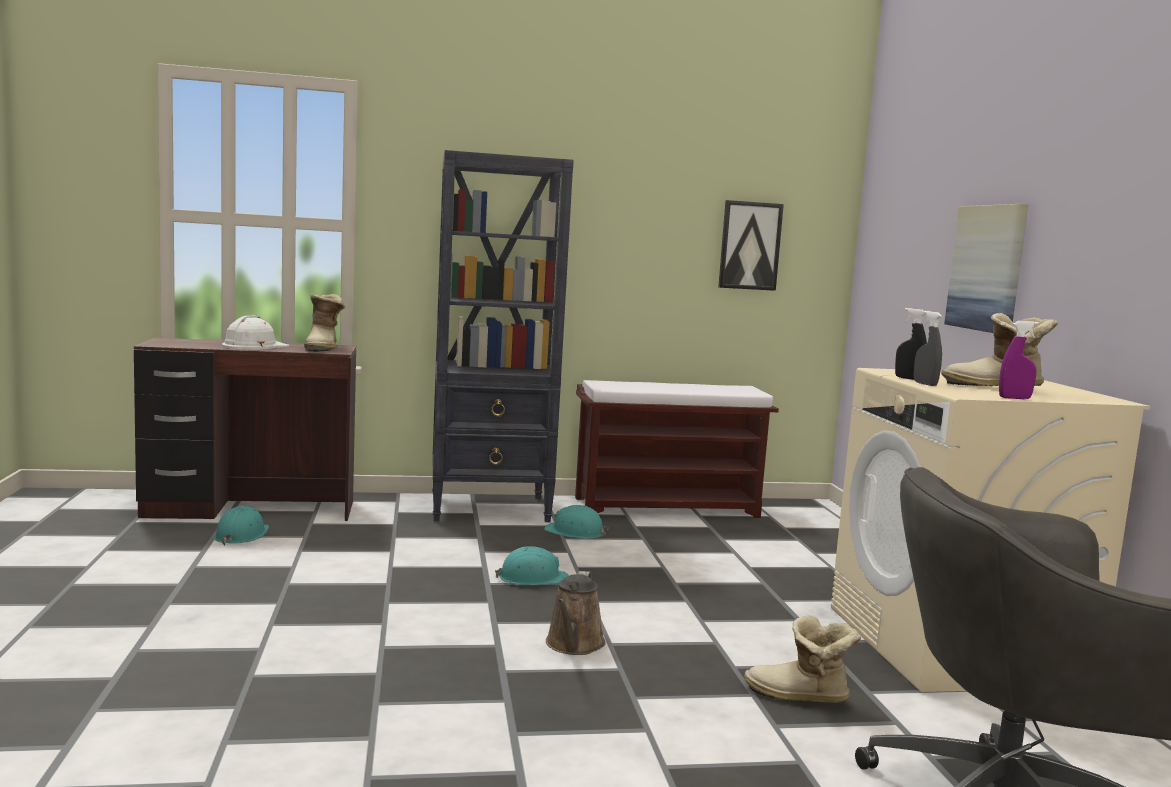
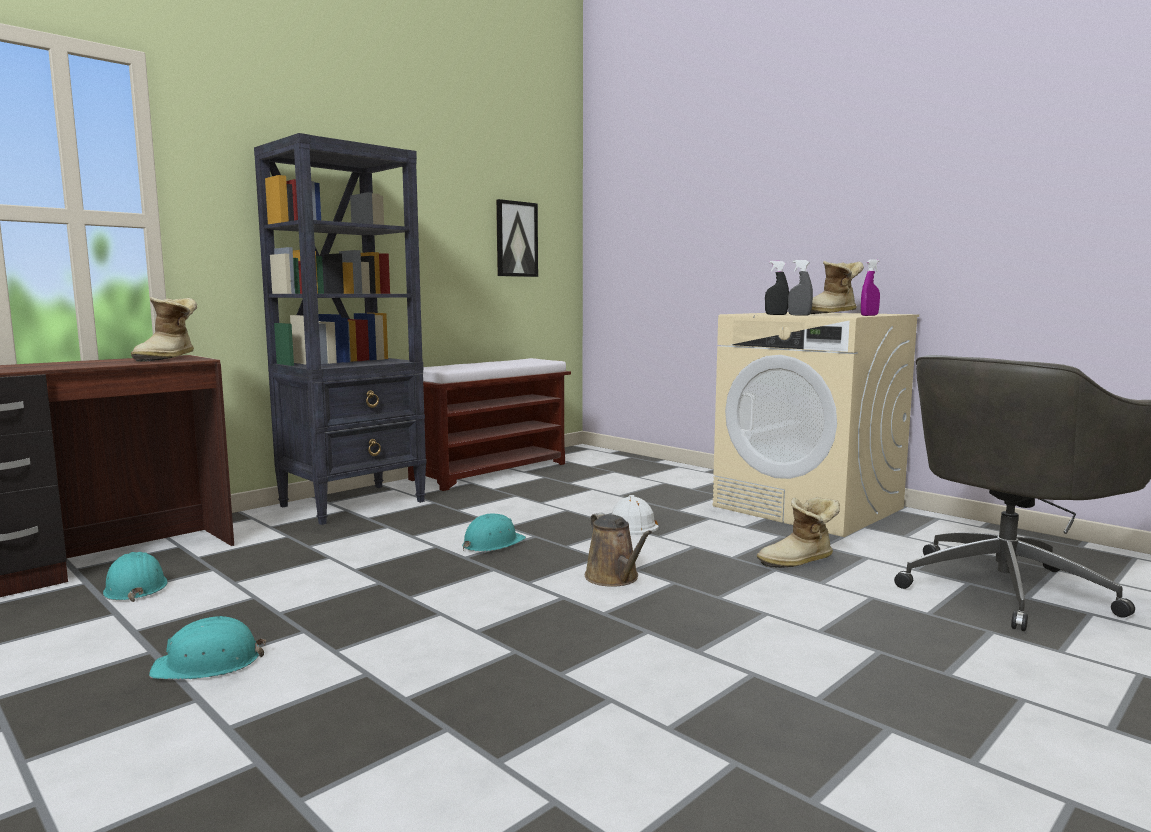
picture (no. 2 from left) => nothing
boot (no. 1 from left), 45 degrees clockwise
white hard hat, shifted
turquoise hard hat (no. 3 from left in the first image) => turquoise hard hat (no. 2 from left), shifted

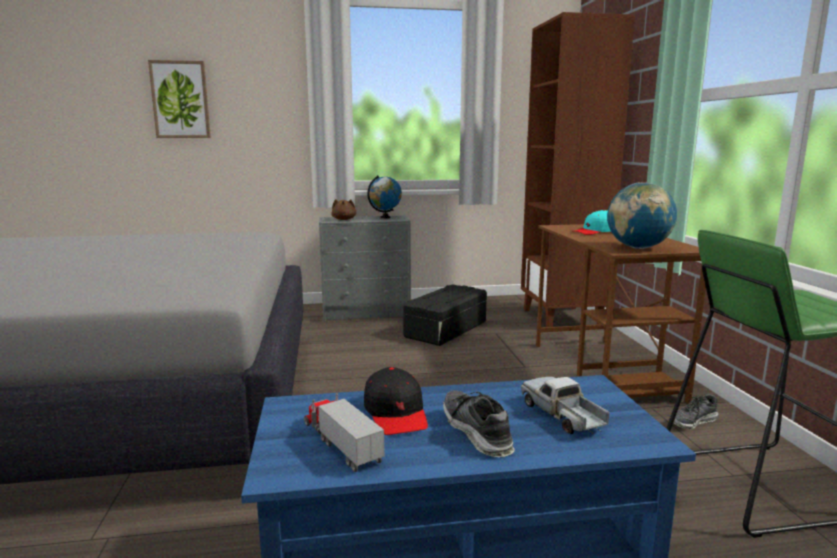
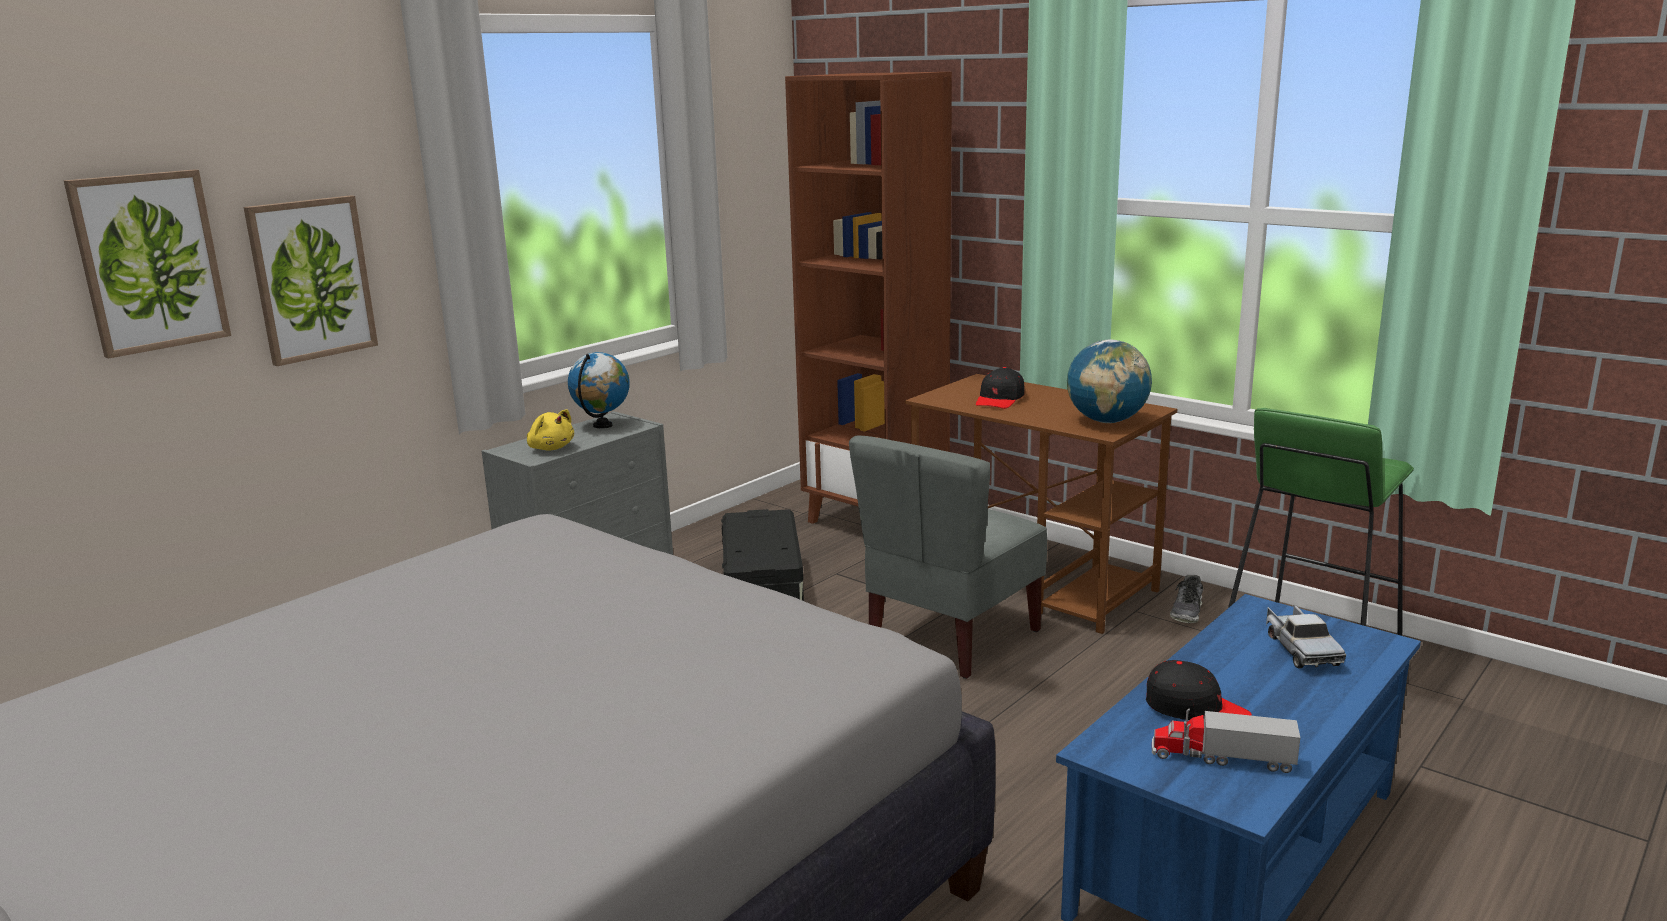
brown plush toy => yellow plush toy
turquoise cap => black cap (no. 1 from left)
toy truck (no. 2 from left), 120 degrees counterclockwise
shoe (no. 1 from left) => nothing
nothing => picture (no. 2 from left)
nothing => grey chair

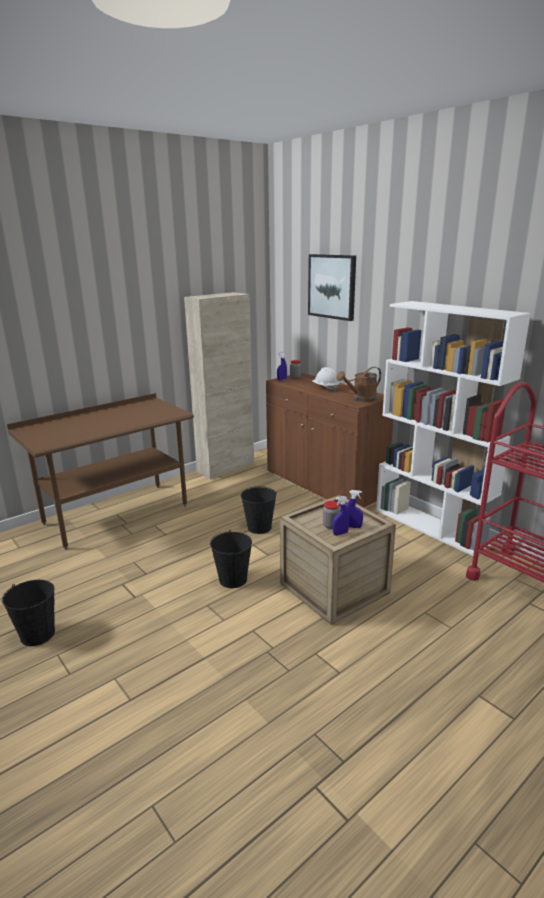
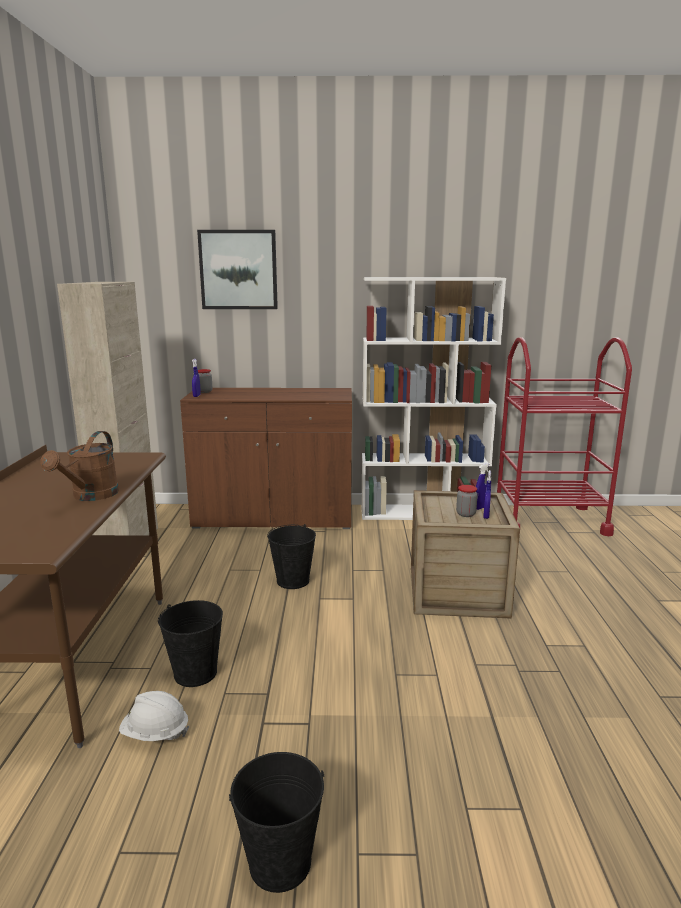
white hard hat, shifted
brown watering can, shifted
black bucket (no. 2 from left in the first image) => black bucket (no. 1 from left), shifted

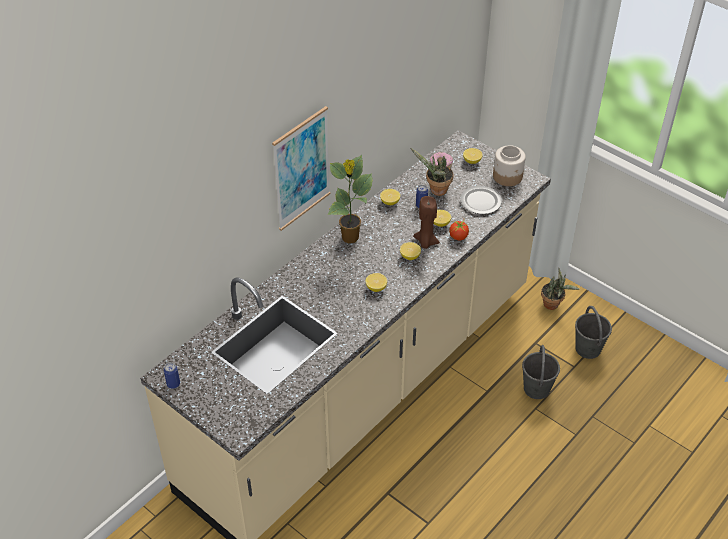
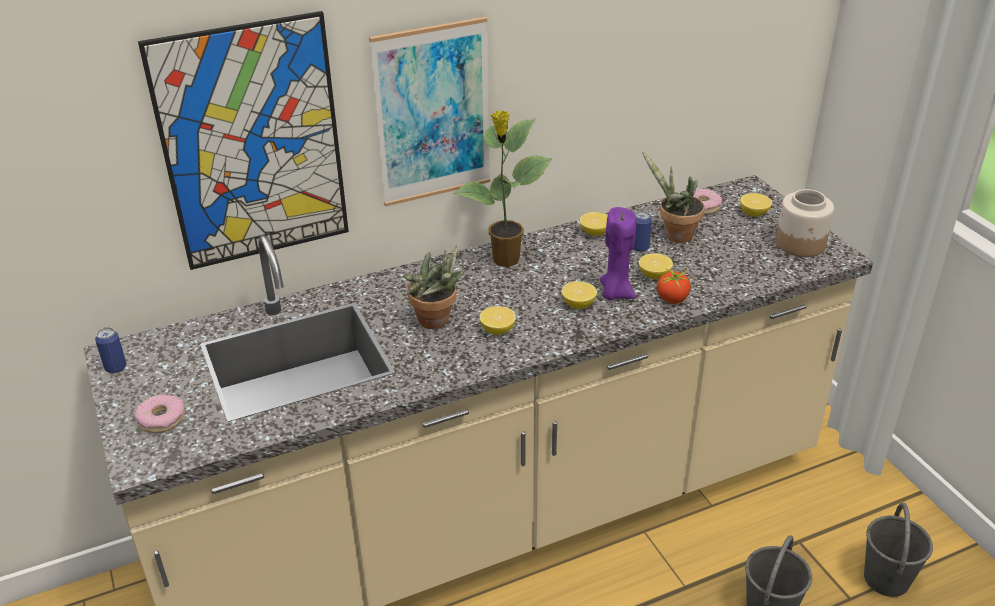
plate => nothing
brown candle => purple candle
potted plant (no. 3 from left in the first image) => potted plant (no. 1 from left), shifted
nothing => picture (no. 1 from left)
nothing => donut (no. 1 from left)

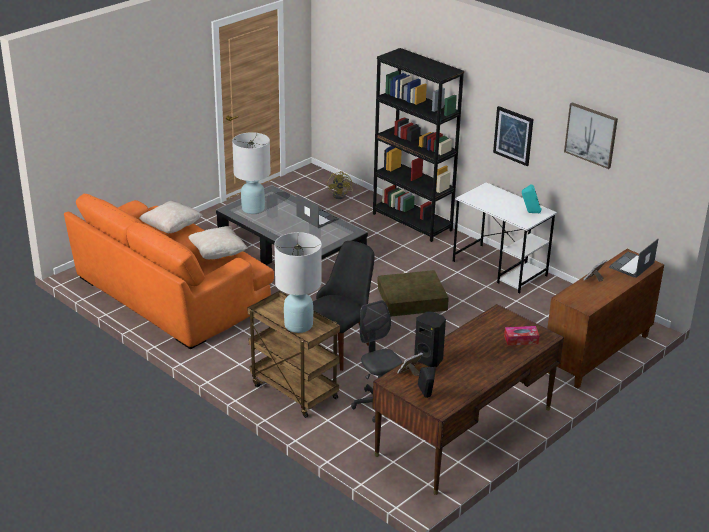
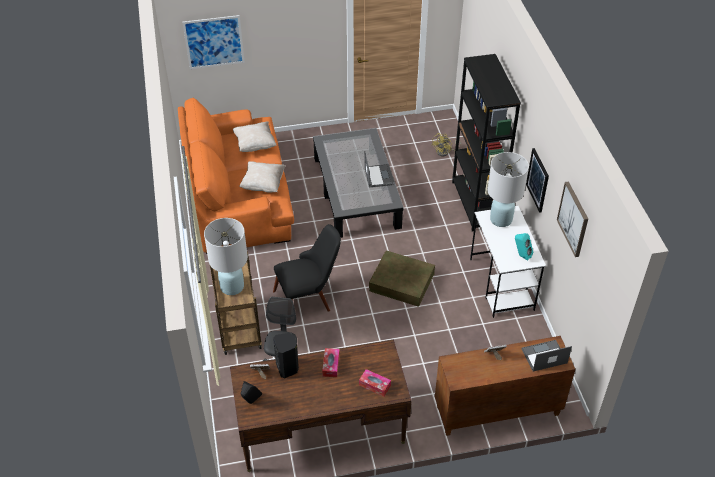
white table lamp (no. 1 from left in the first image) => white table lamp (no. 2 from left), shifted
nothing => picture (no. 1 from left)
nothing => tissue box (no. 1 from left)

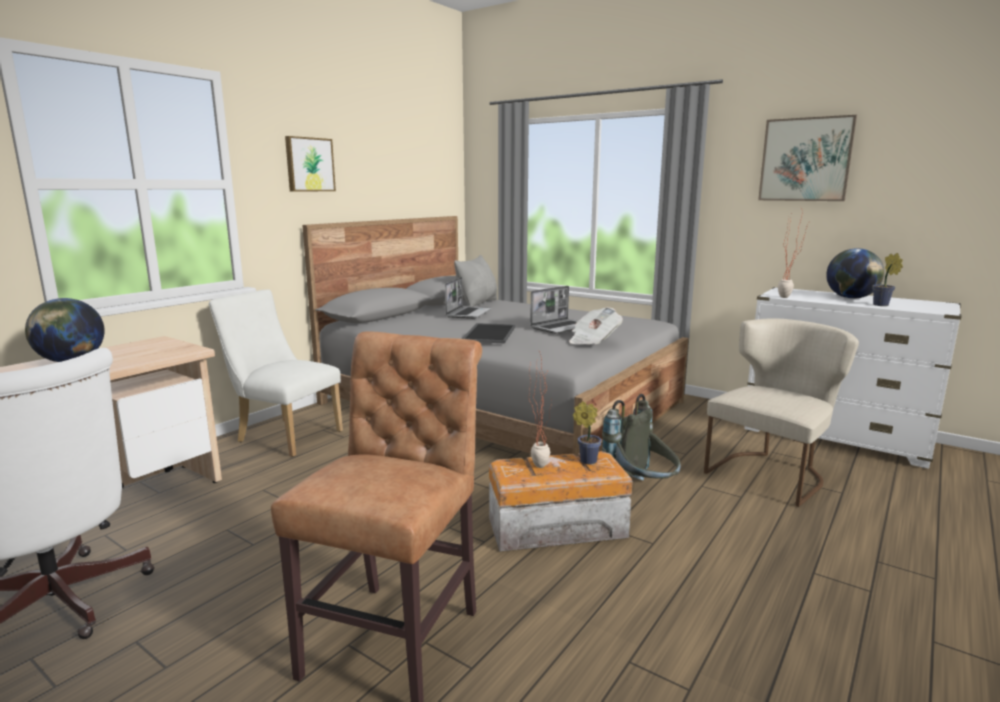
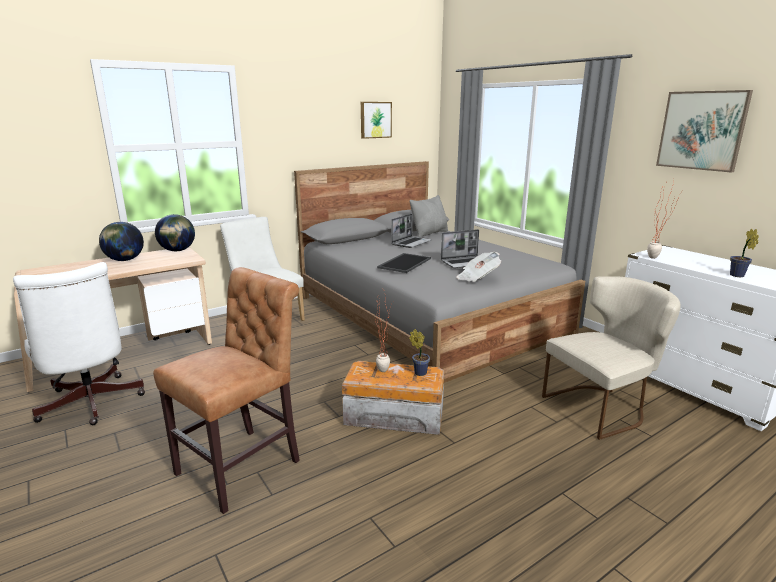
picture (no. 1 from left), shifted
globe (no. 2 from left), shifted
grey backpack => nothing

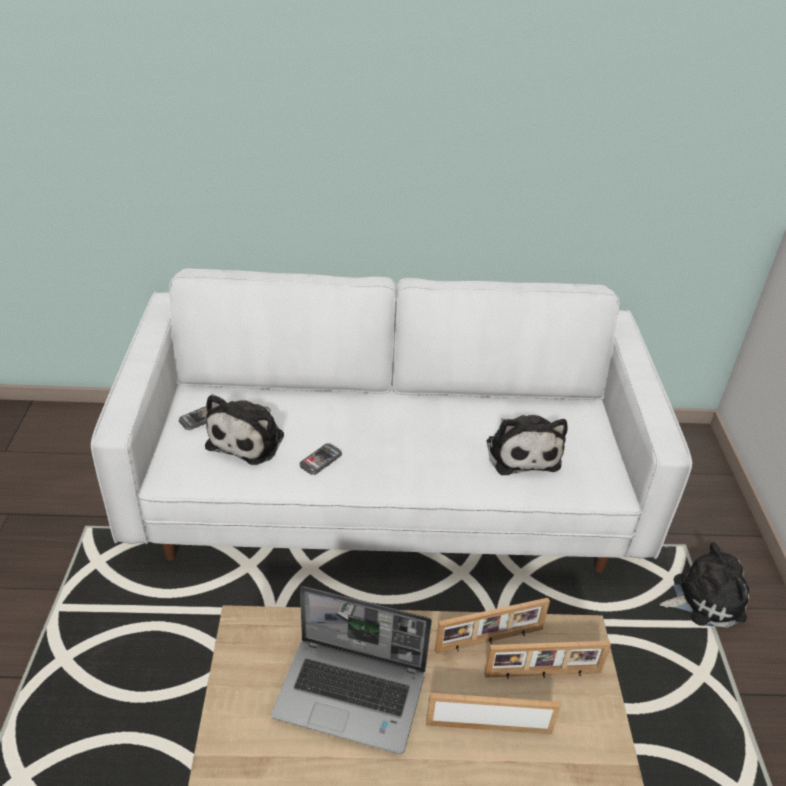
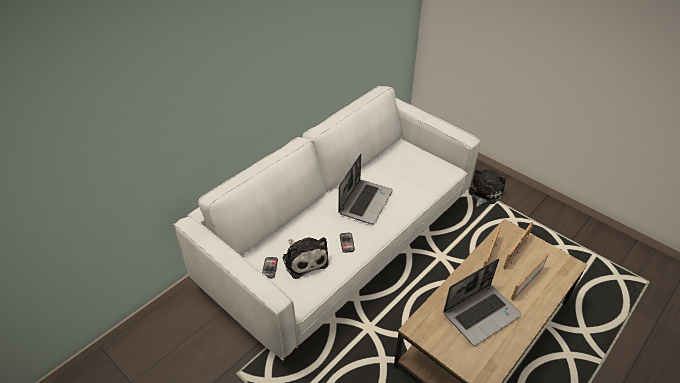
plush toy (no. 2 from left) => nothing
nothing => laptop (no. 1 from left)

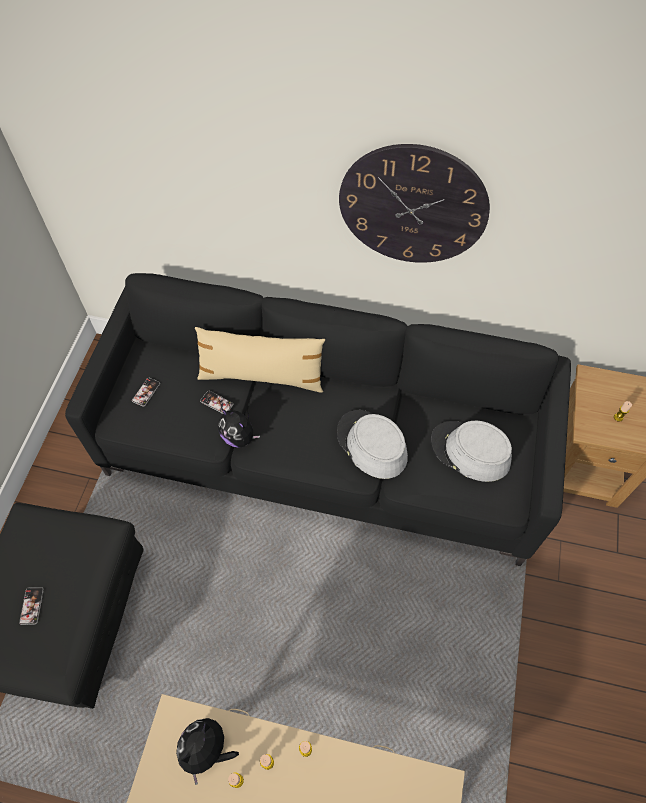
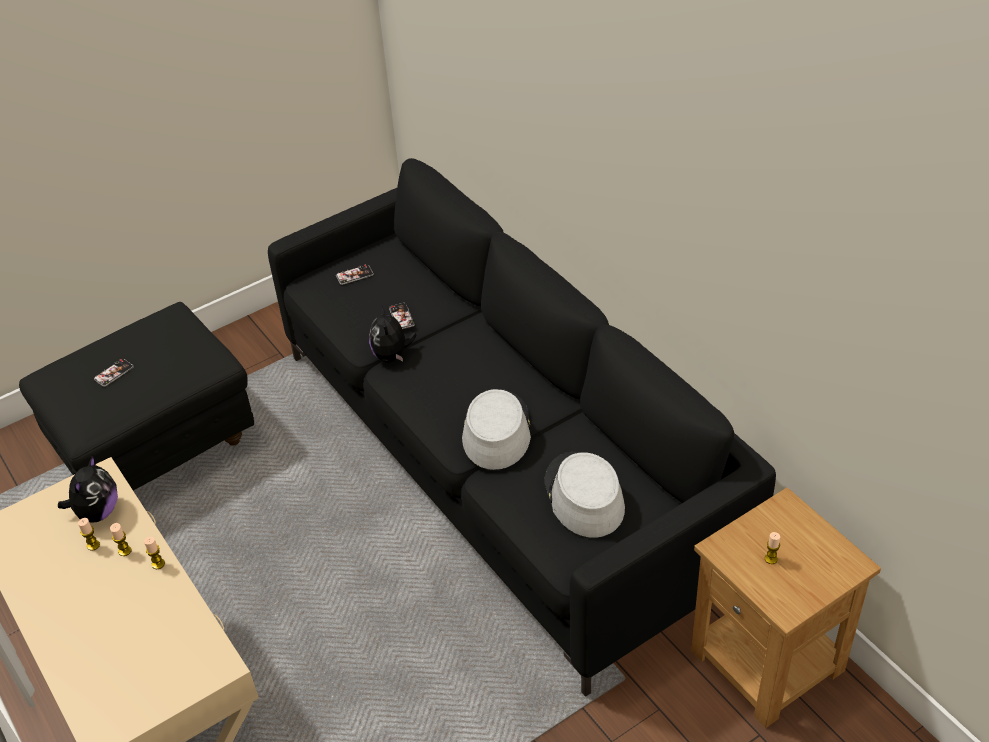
wall clock => nothing
beige pillow => nothing
plush toy (no. 1 from left), 120 degrees clockwise

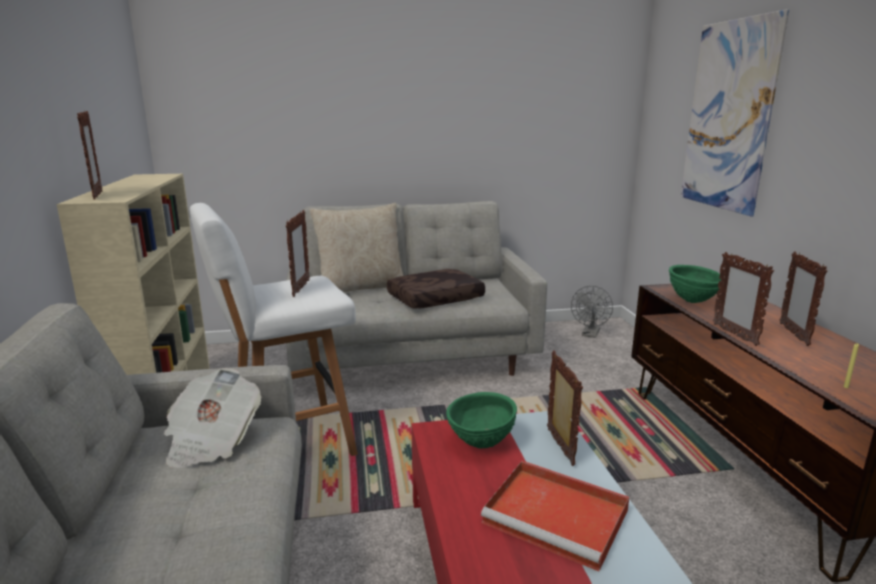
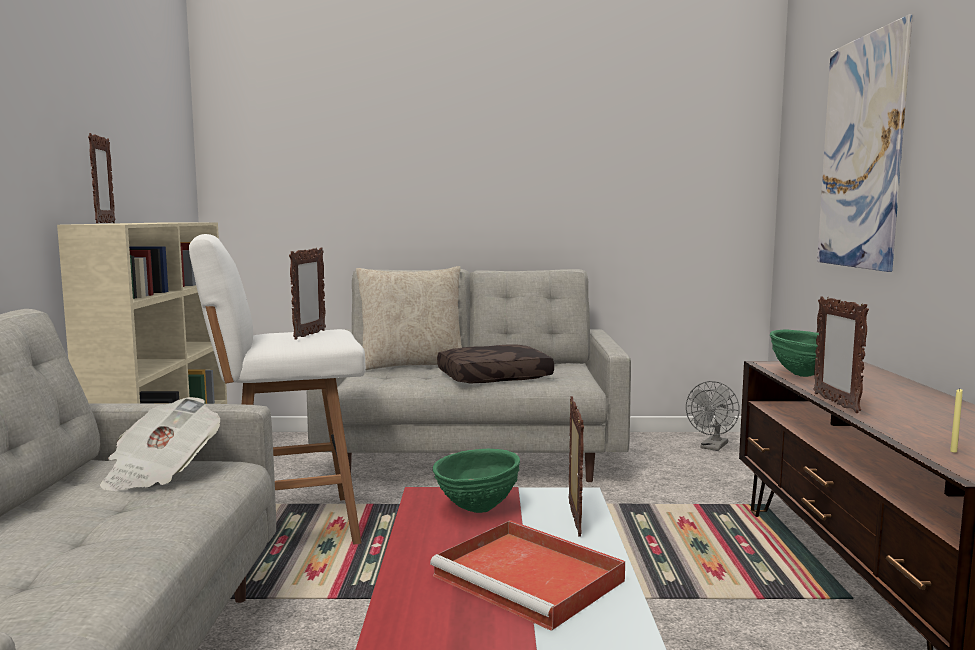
picture frame (no. 5 from left) => nothing

